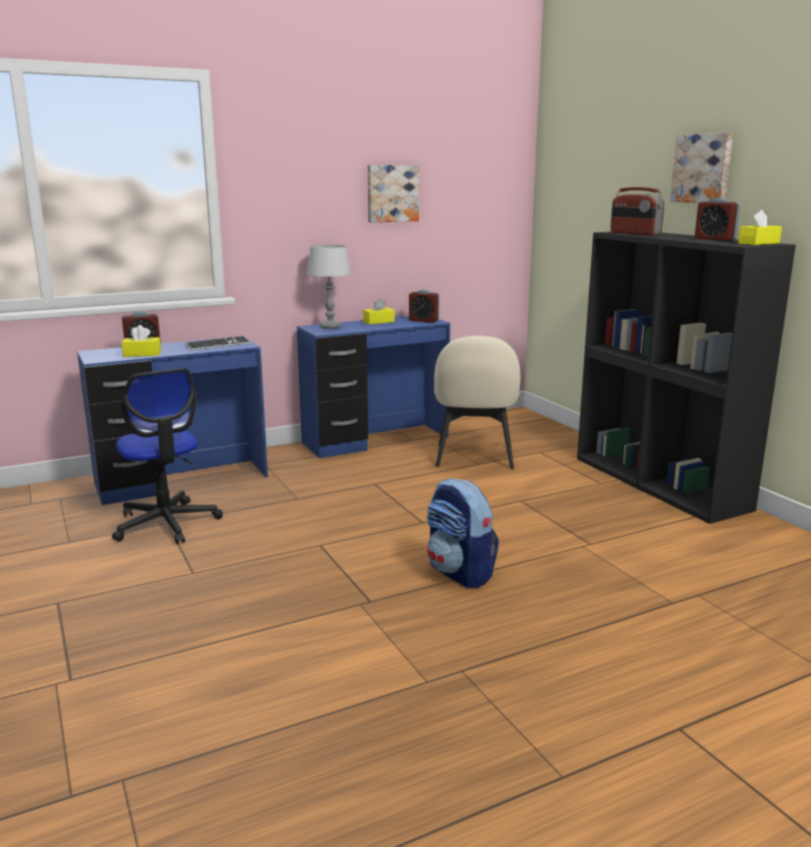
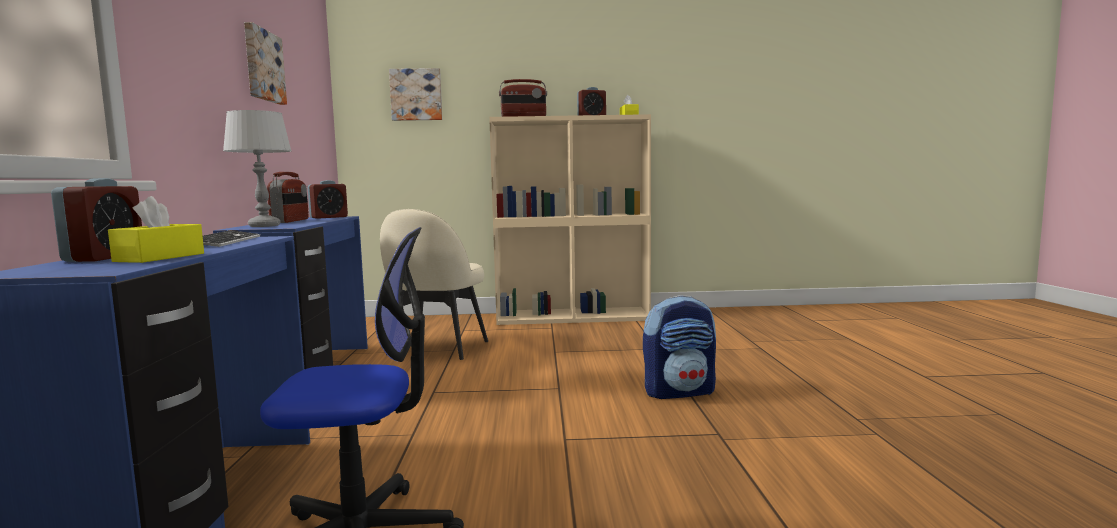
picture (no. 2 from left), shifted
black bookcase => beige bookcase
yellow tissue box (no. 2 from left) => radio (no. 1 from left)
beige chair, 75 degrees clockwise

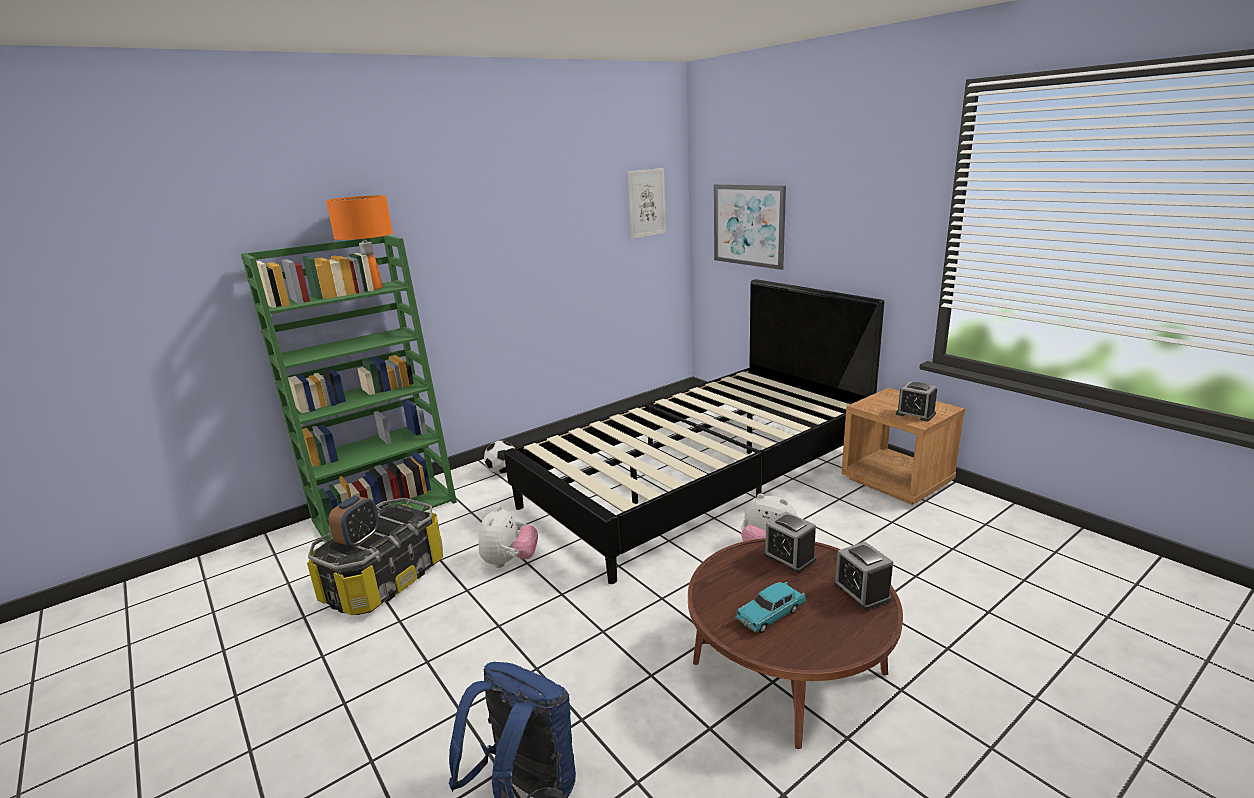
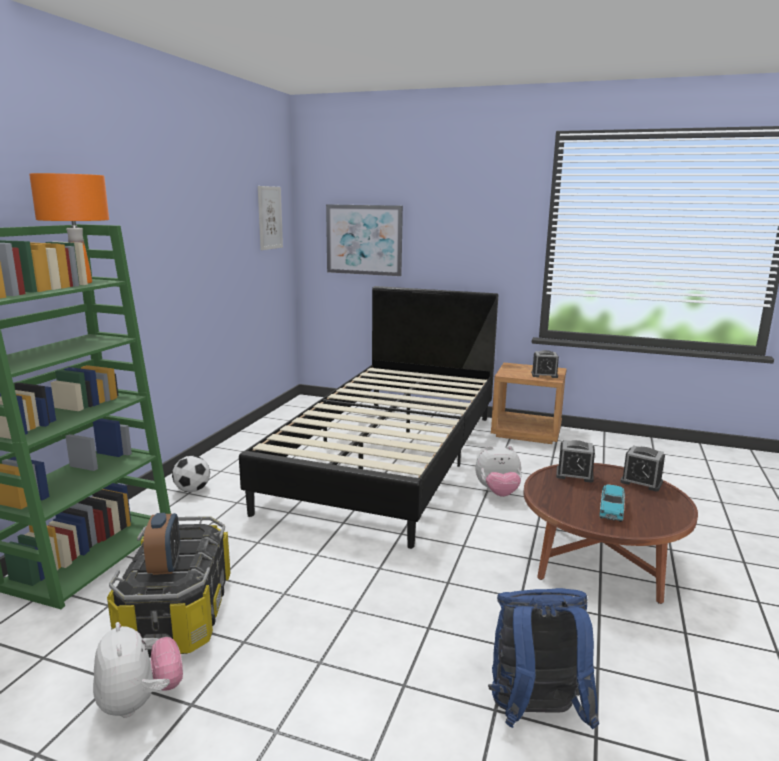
plush toy (no. 1 from left), shifted

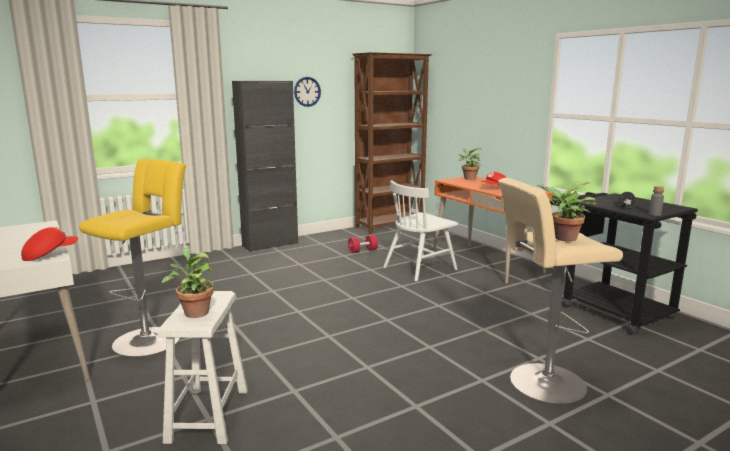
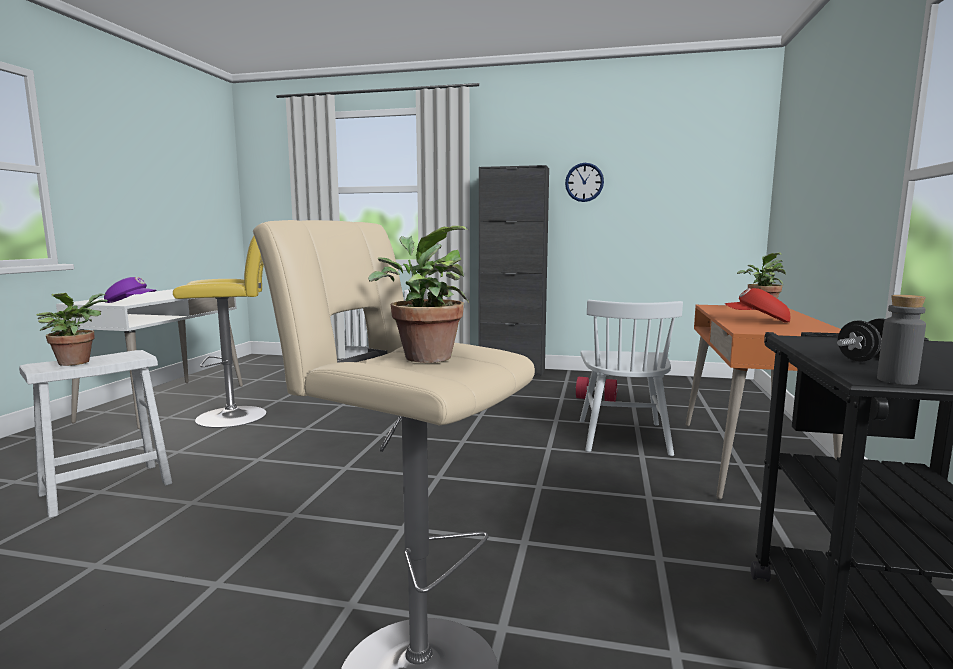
brown bookcase => nothing
white chair, 90 degrees counterclockwise
red cap (no. 1 from left) => purple cap

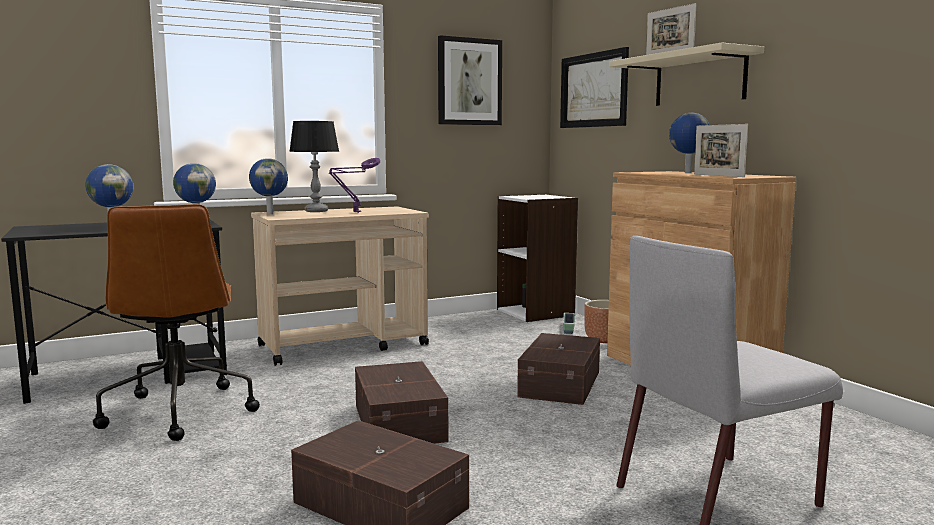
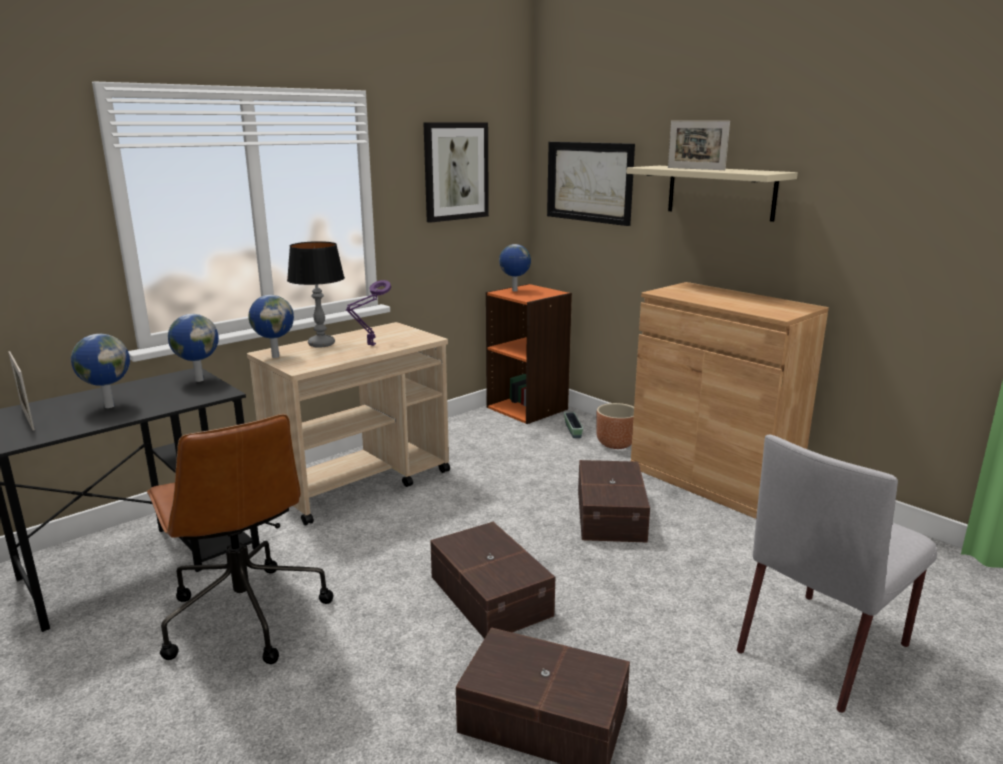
globe (no. 4 from left), shifted
picture frame (no. 2 from left in the first image) => picture frame (no. 1 from left), shifted
white bookcase => orange bookcase

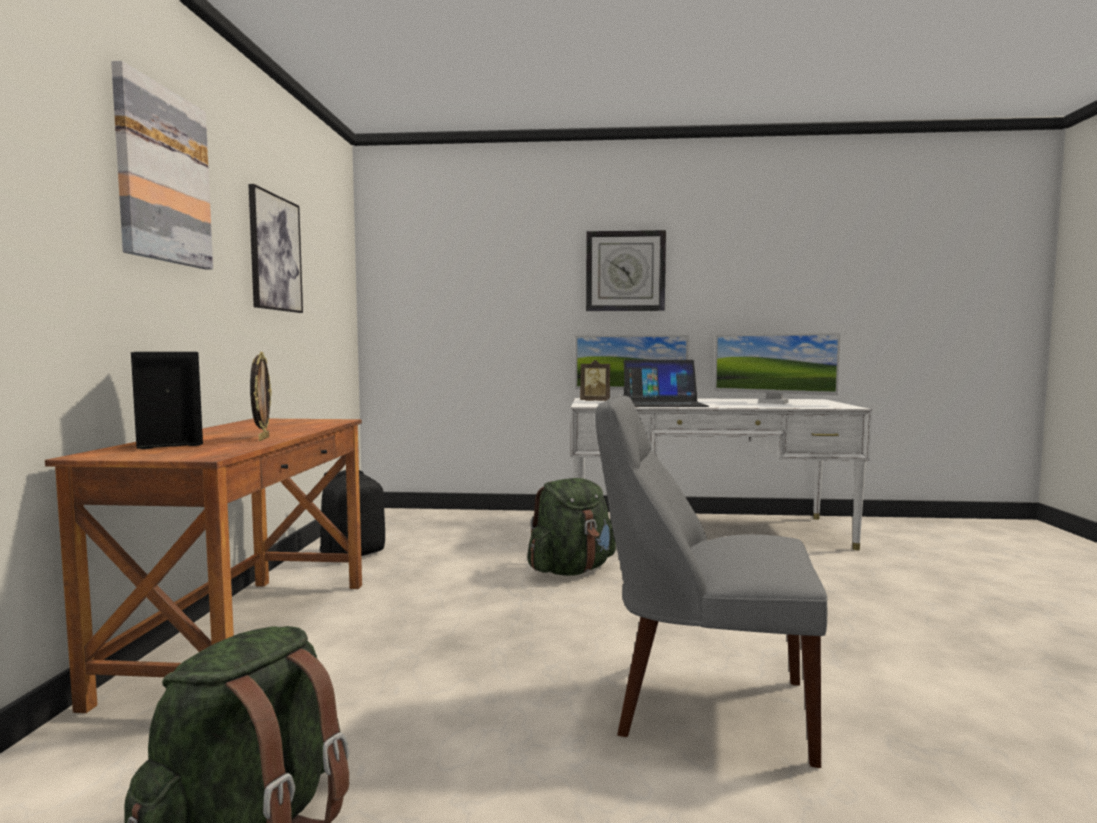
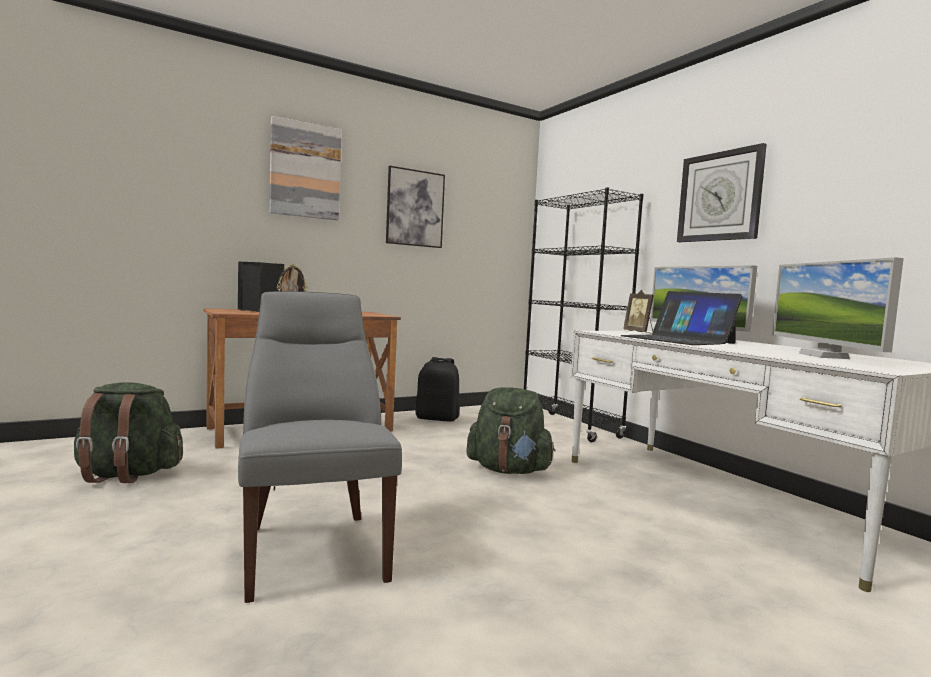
nothing => black bookcase

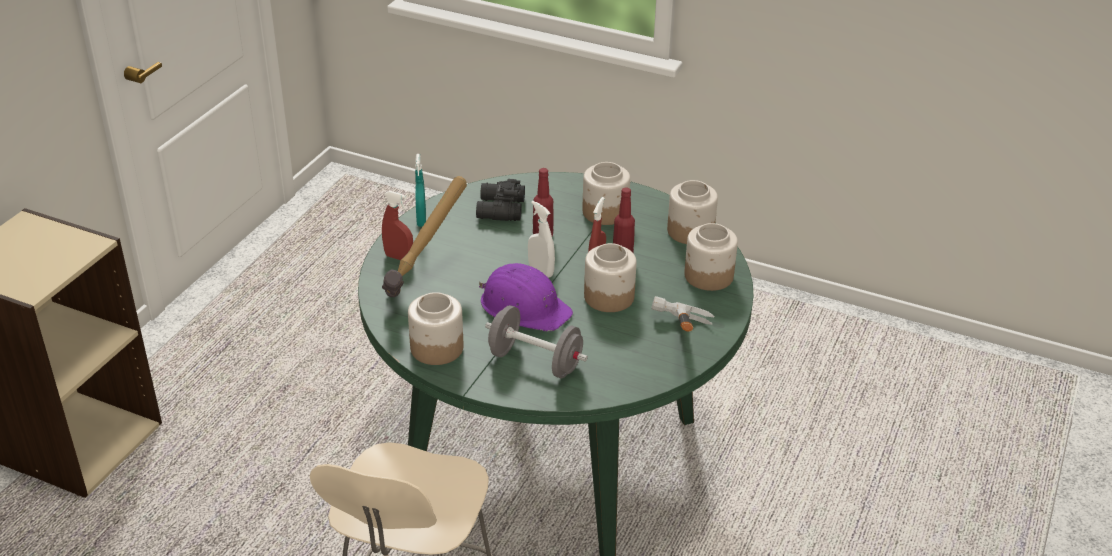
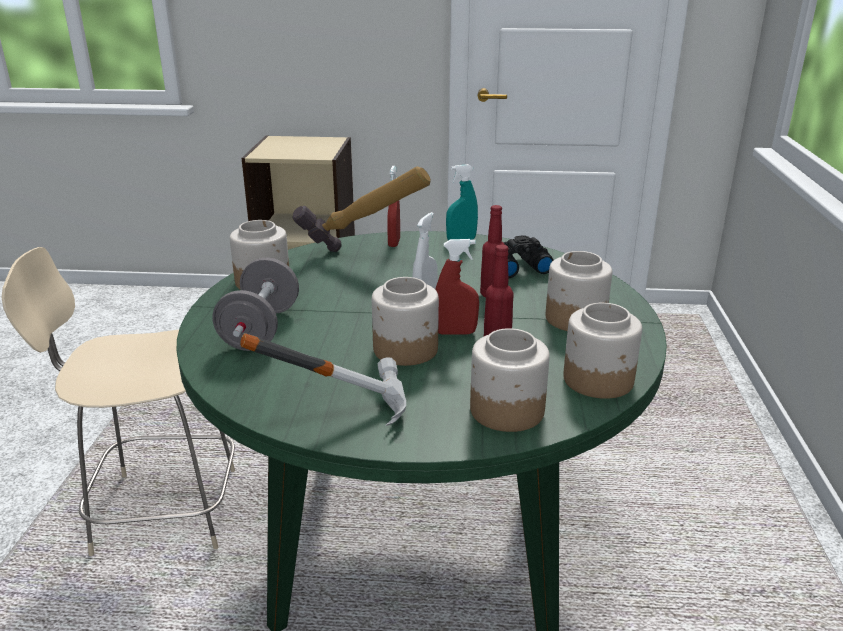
purple hard hat => nothing

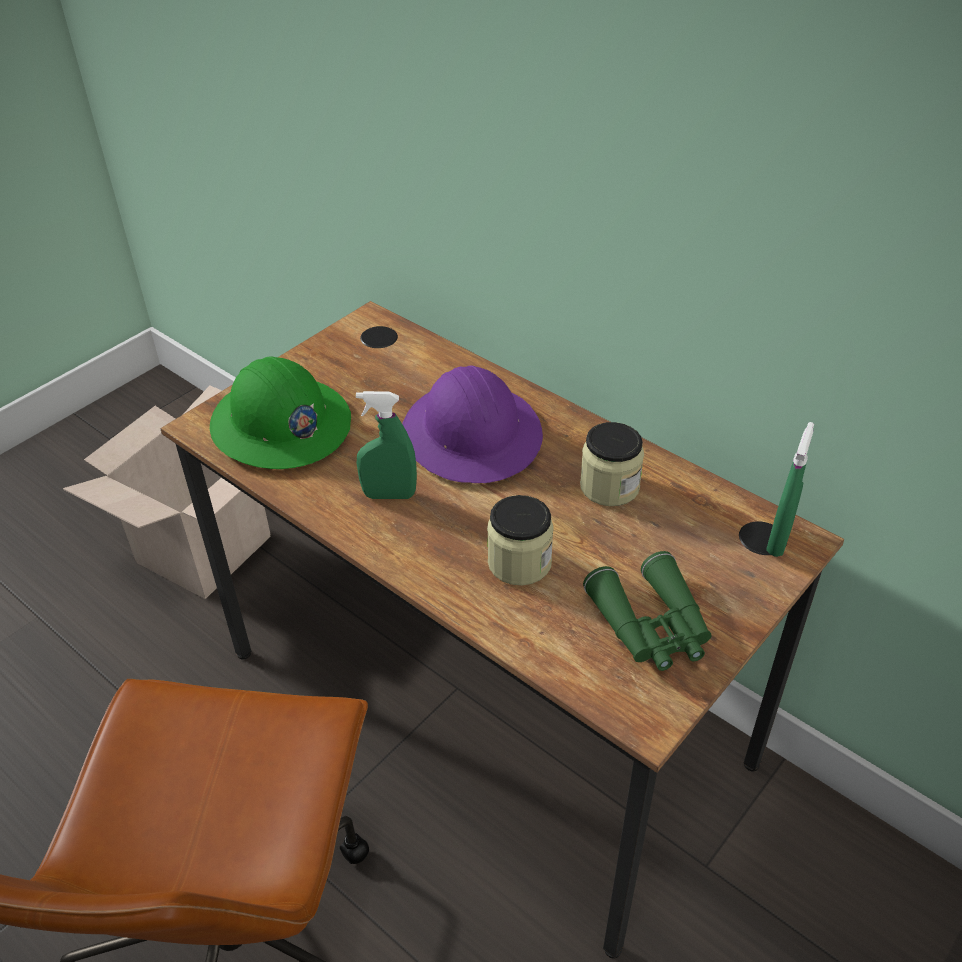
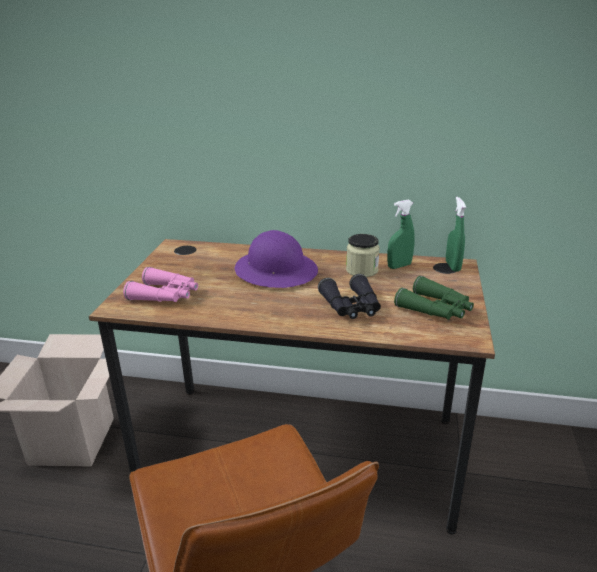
green hard hat => pink binoculars
green spray bottle (no. 1 from left), shifted
jar (no. 1 from left) => black binoculars

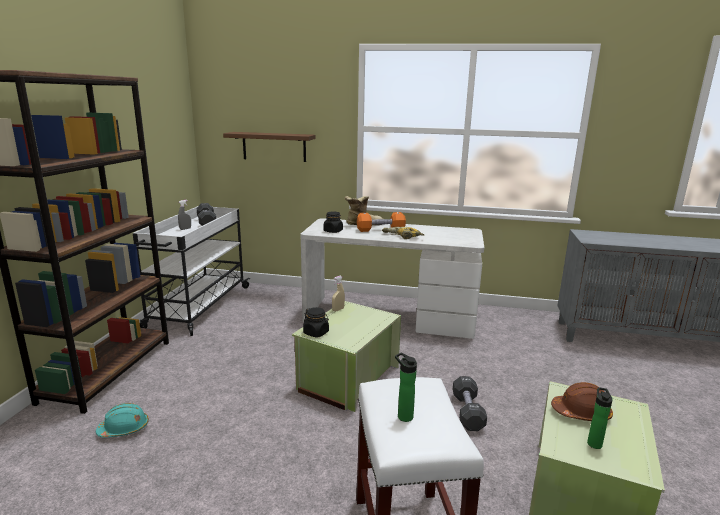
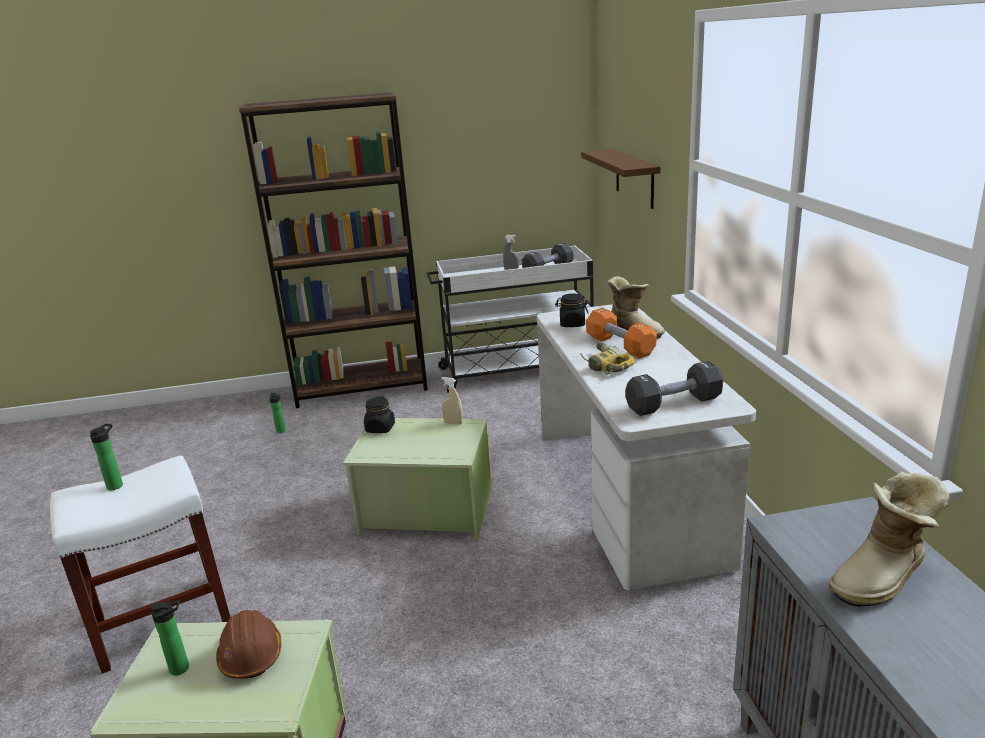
black dumbbell (no. 2 from left), shifted
turquoise hard hat => bottle (no. 3 from left)
nothing => boot (no. 2 from left)

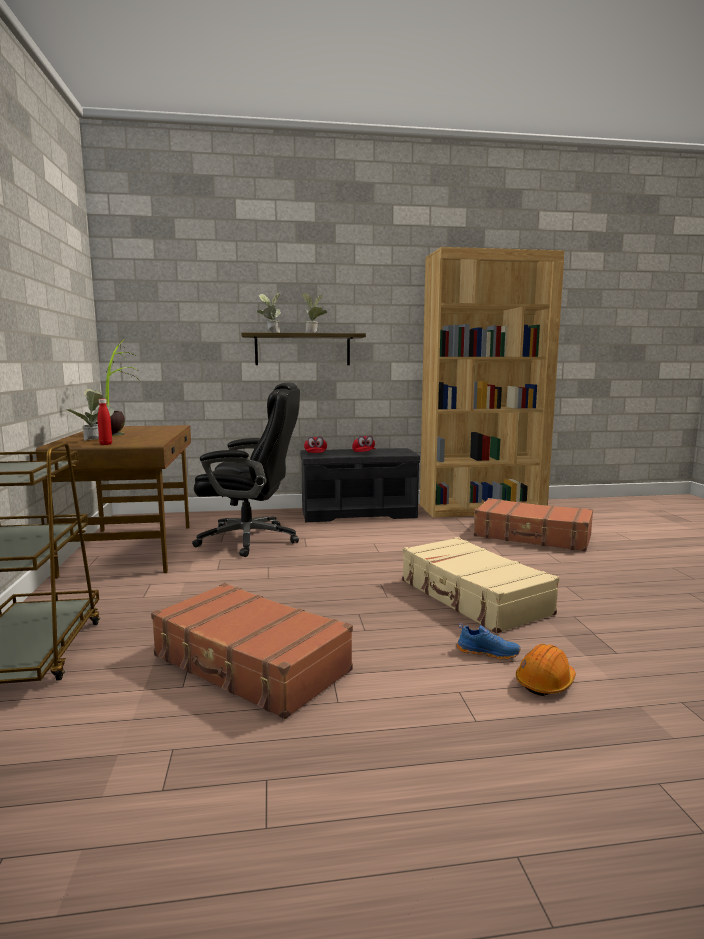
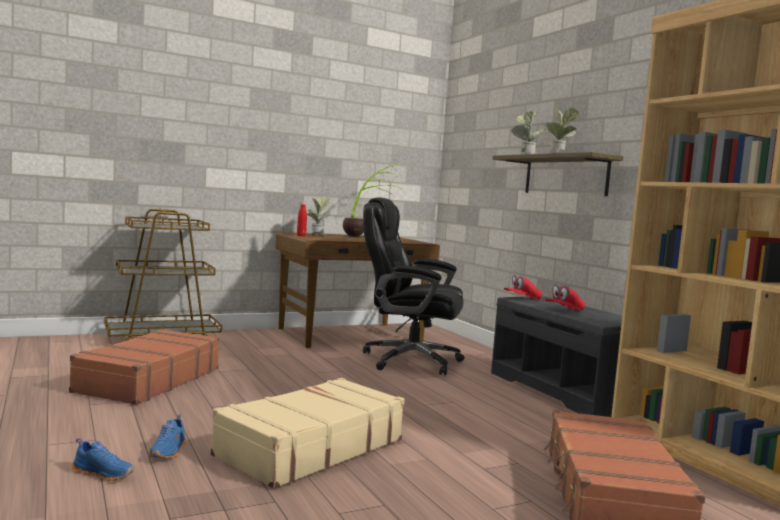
black office chair, 120 degrees clockwise
orange hard hat => blue shoe (no. 1 from left)

